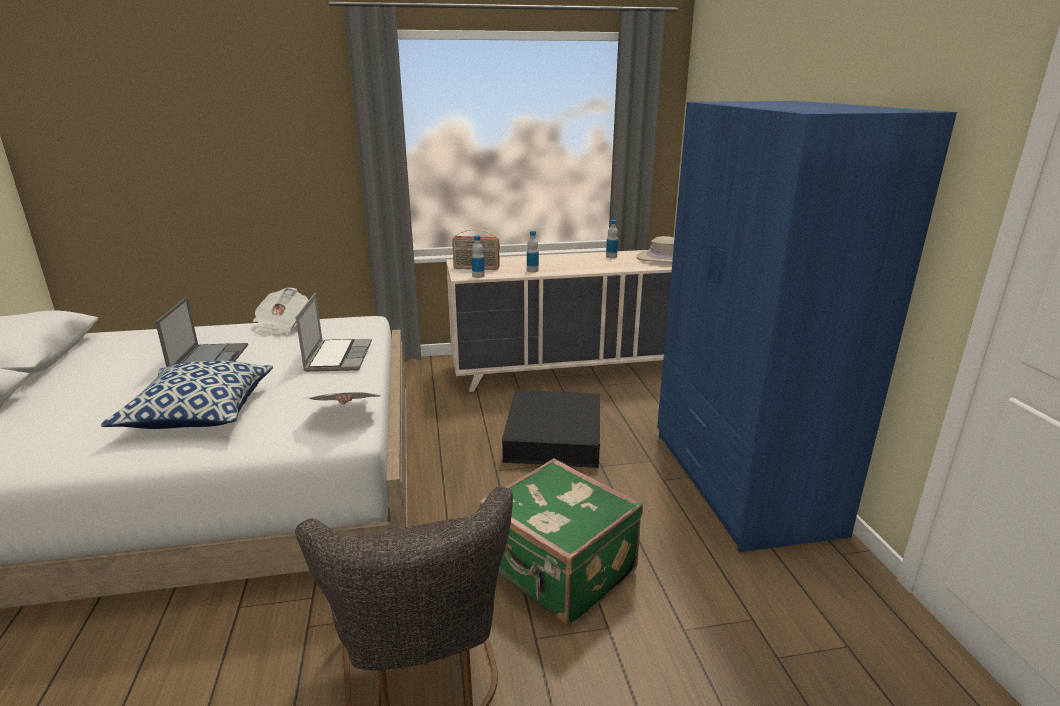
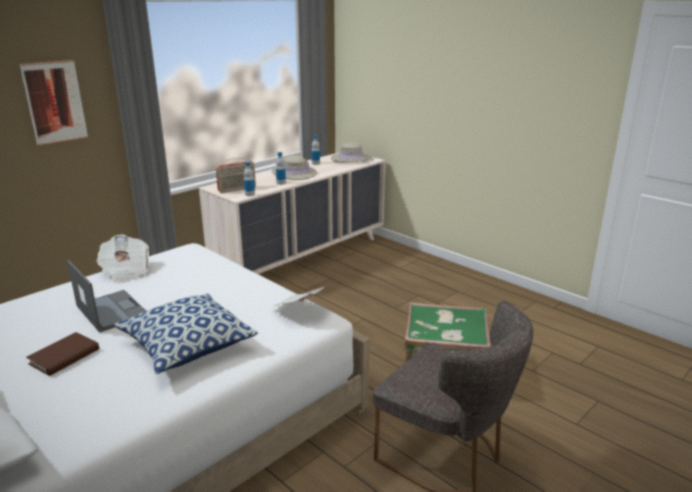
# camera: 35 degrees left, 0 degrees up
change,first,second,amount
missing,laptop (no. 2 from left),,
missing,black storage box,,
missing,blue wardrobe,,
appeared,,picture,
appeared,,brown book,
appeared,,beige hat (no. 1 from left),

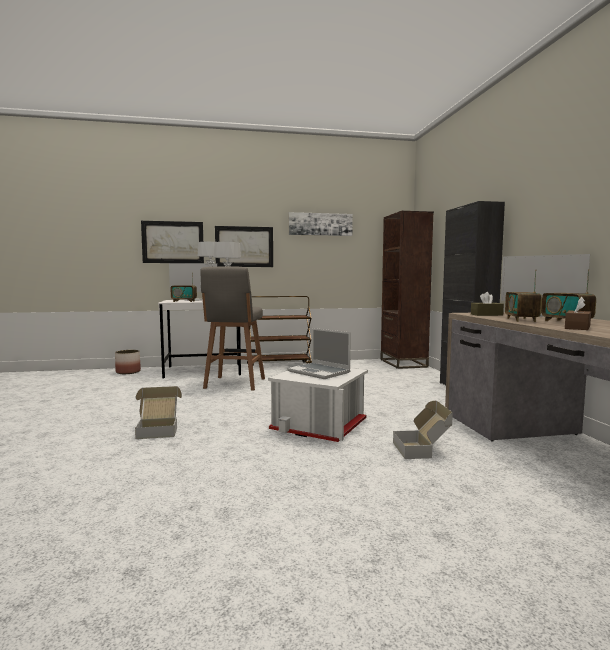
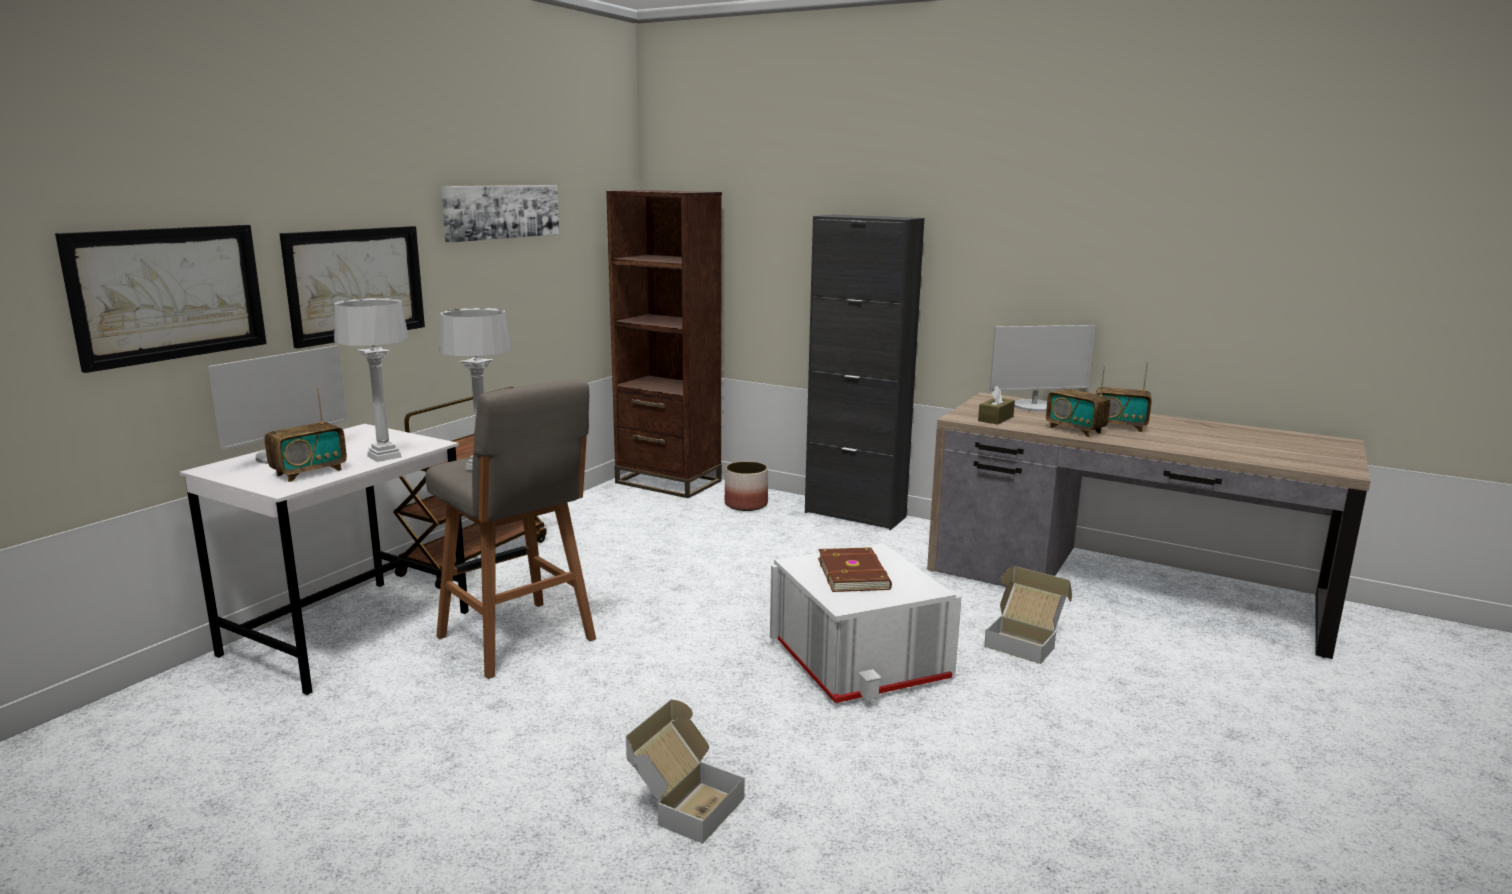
# camera: 50 degrees left, 10 degrees up
change,first,second,amount
relocated,planter,,
exchanged,laptop,brown book,
missing,brown tissue box (no. 2 from left),,

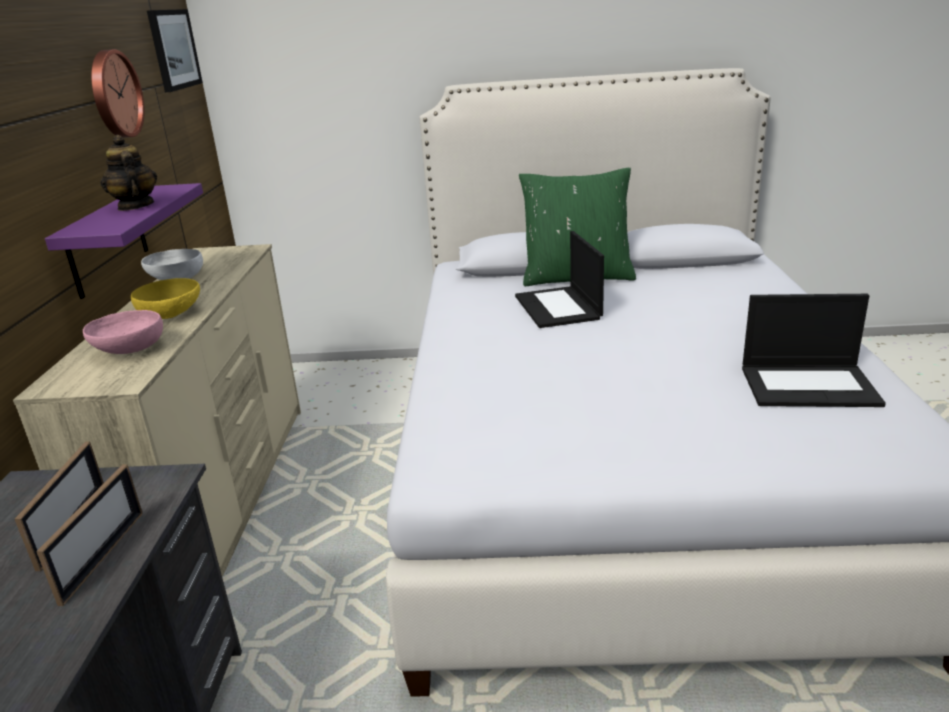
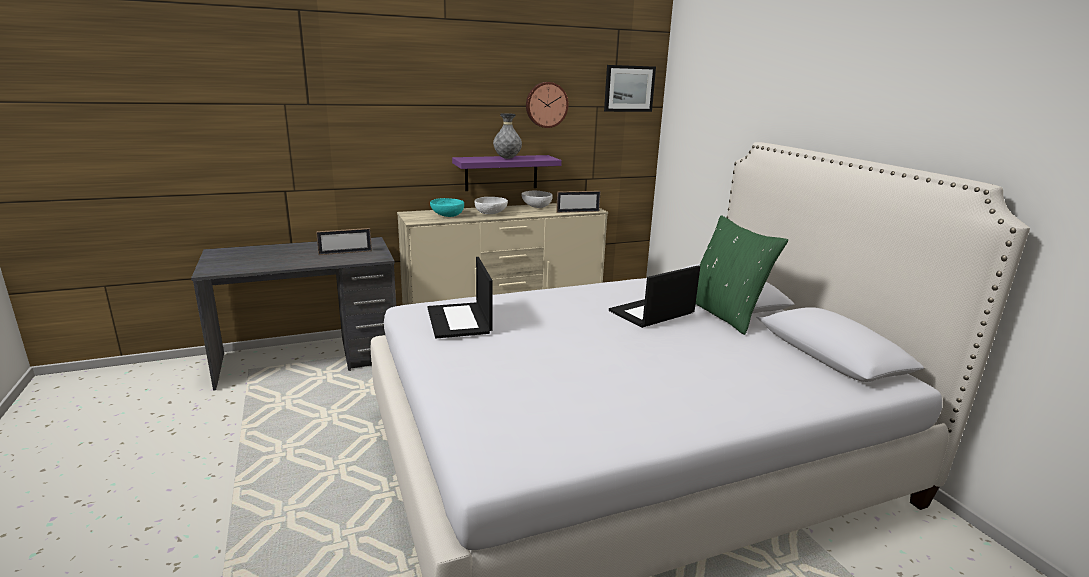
# camera: 65 degrees right, 5 degrees down
change,first,second,amount
relocated,picture frame (no. 2 from left),,
colour,pink bowl,turquoise bowl,
exchanged,teapot,grey vase,
colour,yellow bowl,white bowl (no. 1 from left),
relocated,laptop (no. 2 from left in the first image),laptop (no. 1 from left),

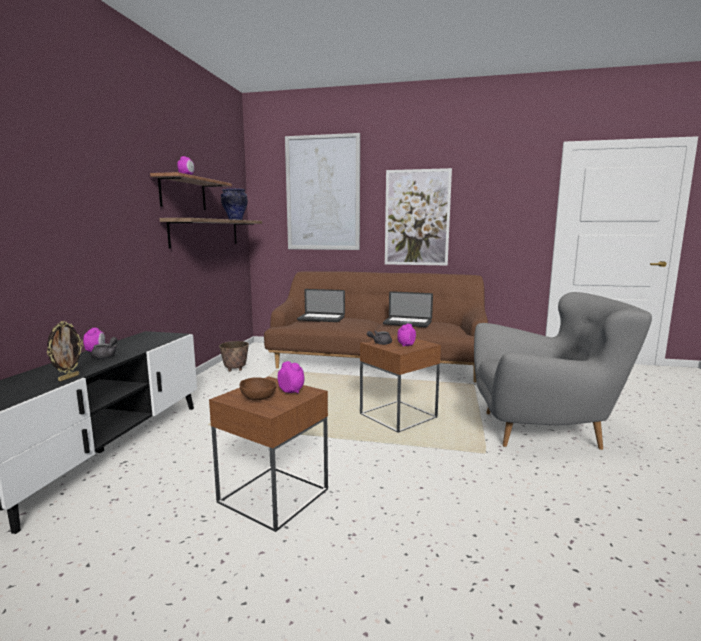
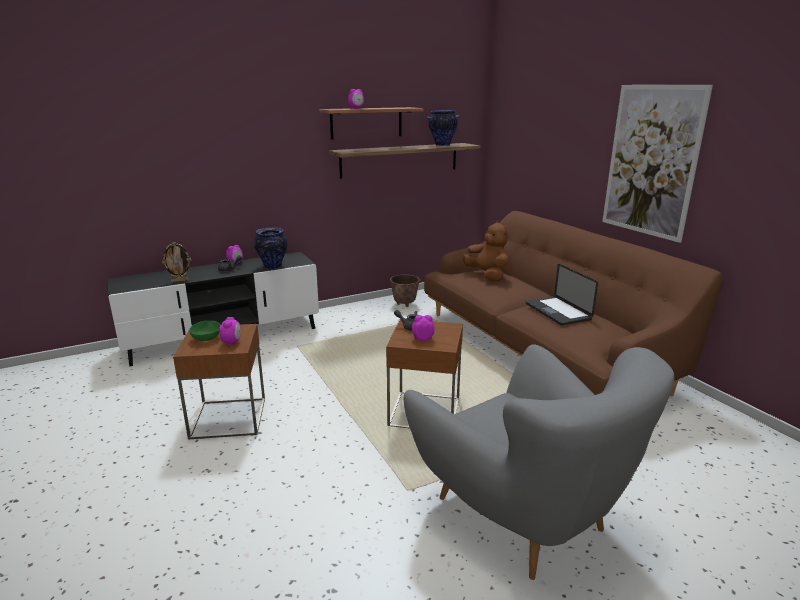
# camera: 50 degrees right, 10 degrees up
change,first,second,amount
colour,brown bowl,green bowl,
missing,picture (no. 1 from left),,
exchanged,laptop (no. 1 from left),brown plush toy,
appeared,,vase (no. 1 from left),

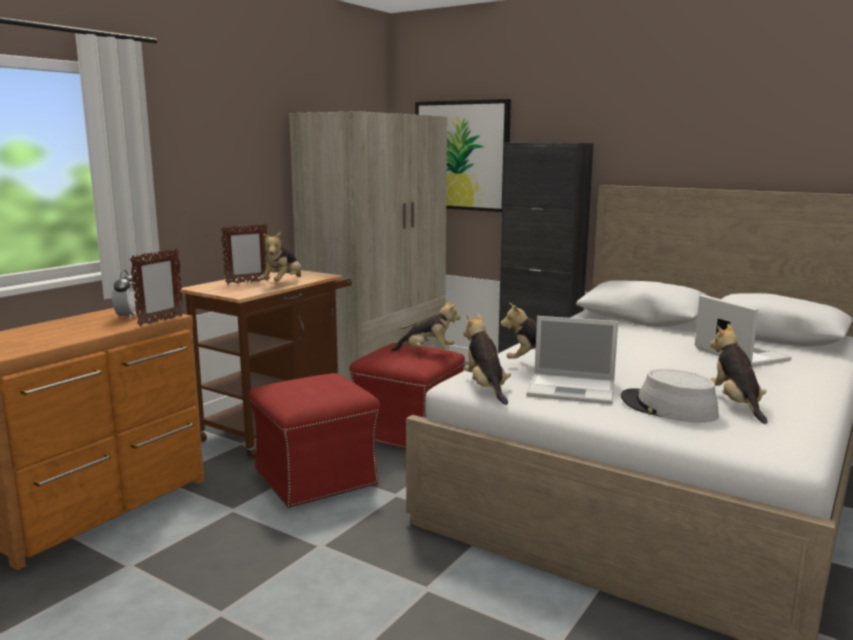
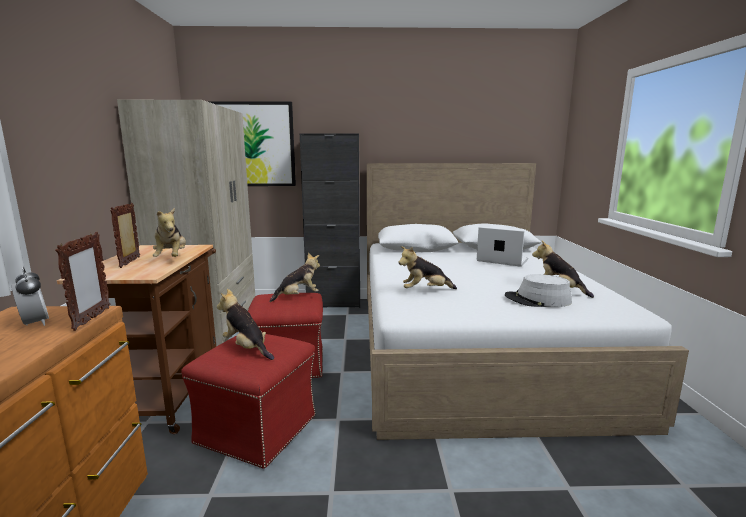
# camera: 35 degrees left, 0 degrees up
change,first,second,amount
spun,picture frame (no. 2 from left),,150 degrees clockwise
relocated,plush toy (no. 3 from left in the first image),plush toy (no. 2 from left),
missing,laptop (no. 1 from left),,

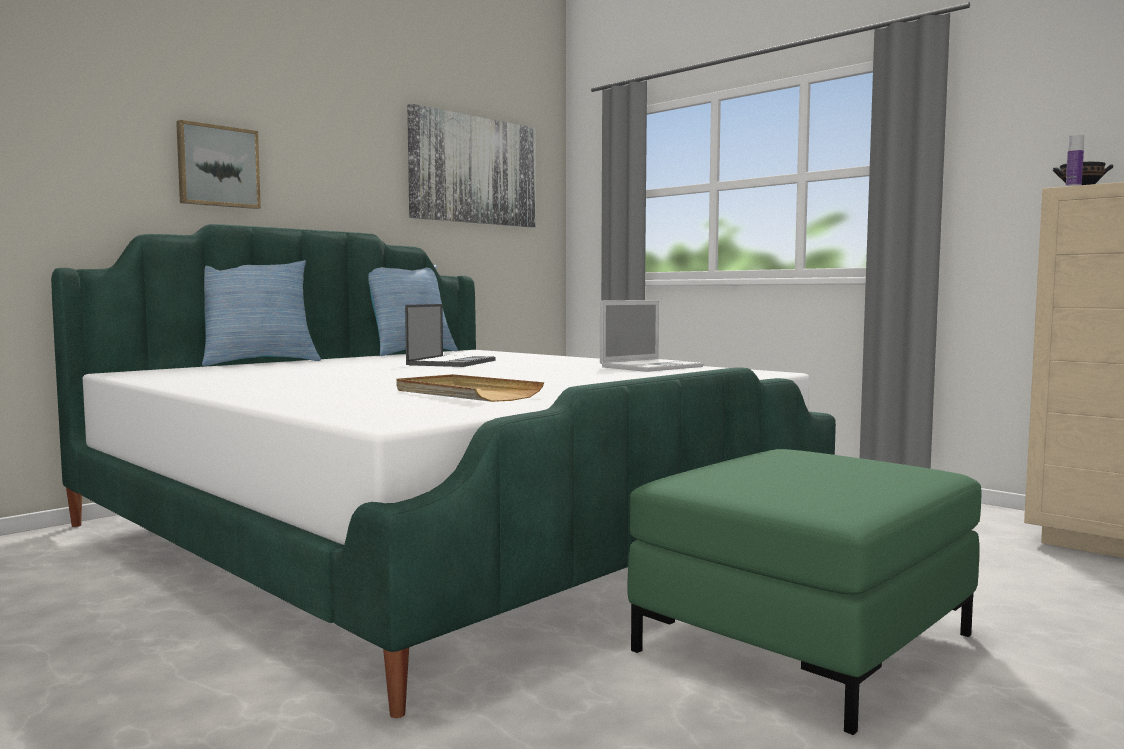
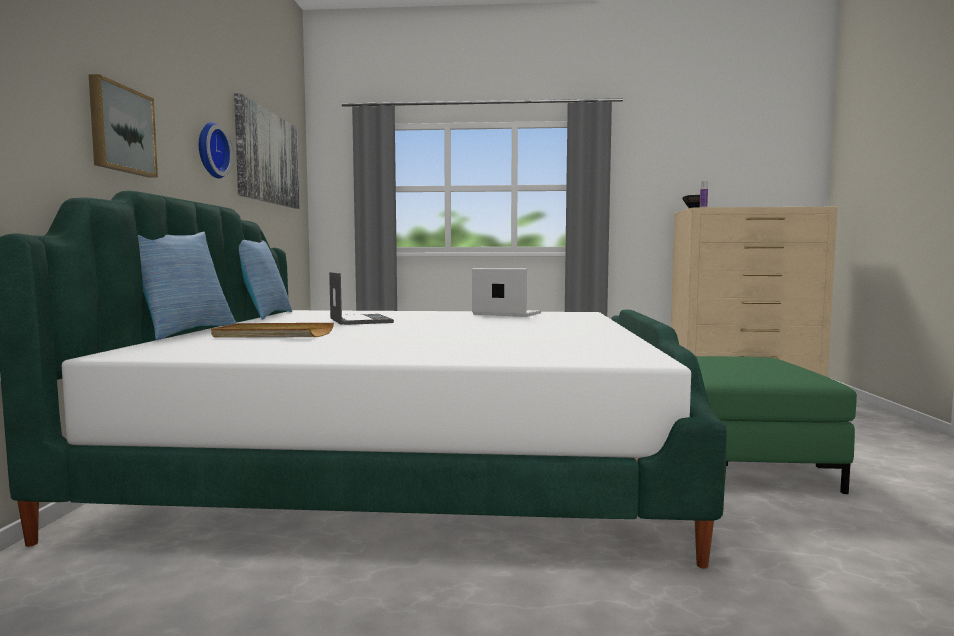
# camera: 40 degrees left, 0 degrees up
change,first,second,amount
relocated,beige tray,,
spun,laptop (no. 2 from left),,75 degrees counterclockwise
appeared,,wall clock,

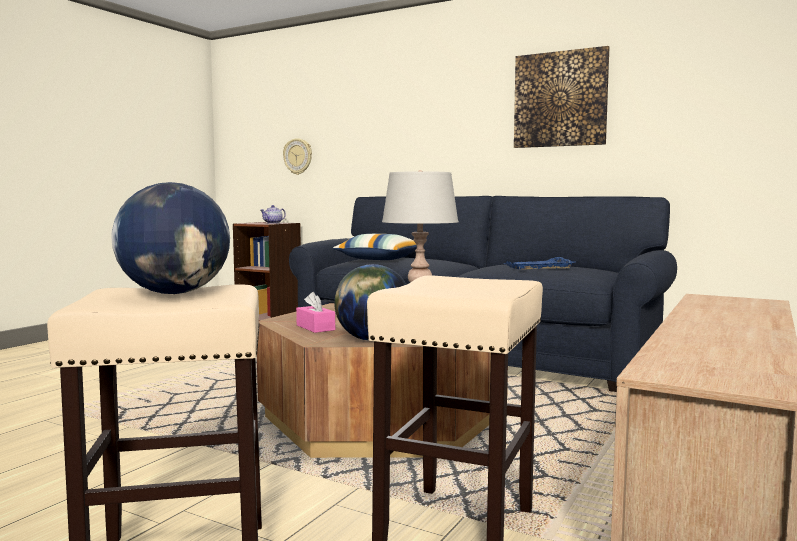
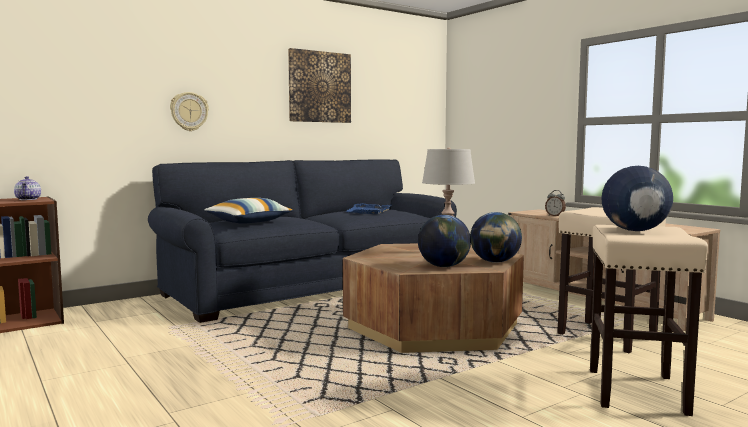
# camera: 65 degrees left, 0 degrees up
change,first,second,amount
relocated,wall clock,,
exchanged,pink tissue box,globe (no. 1 from left),
appeared,,alarm clock,

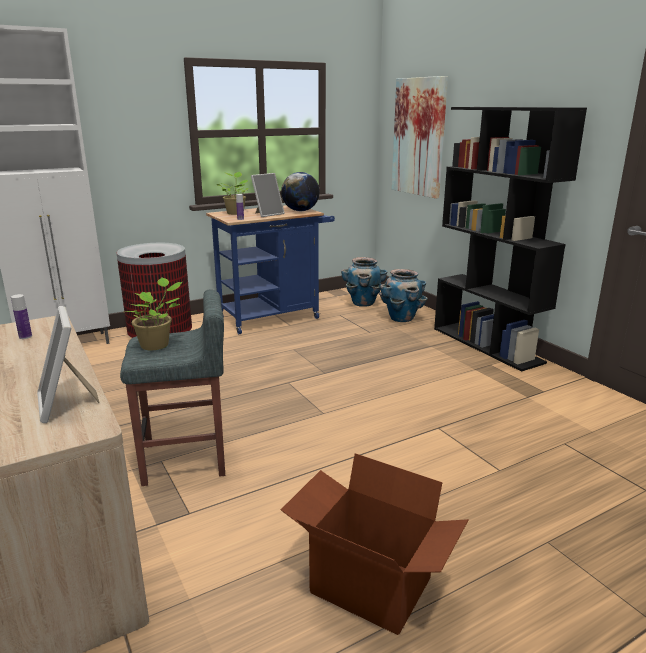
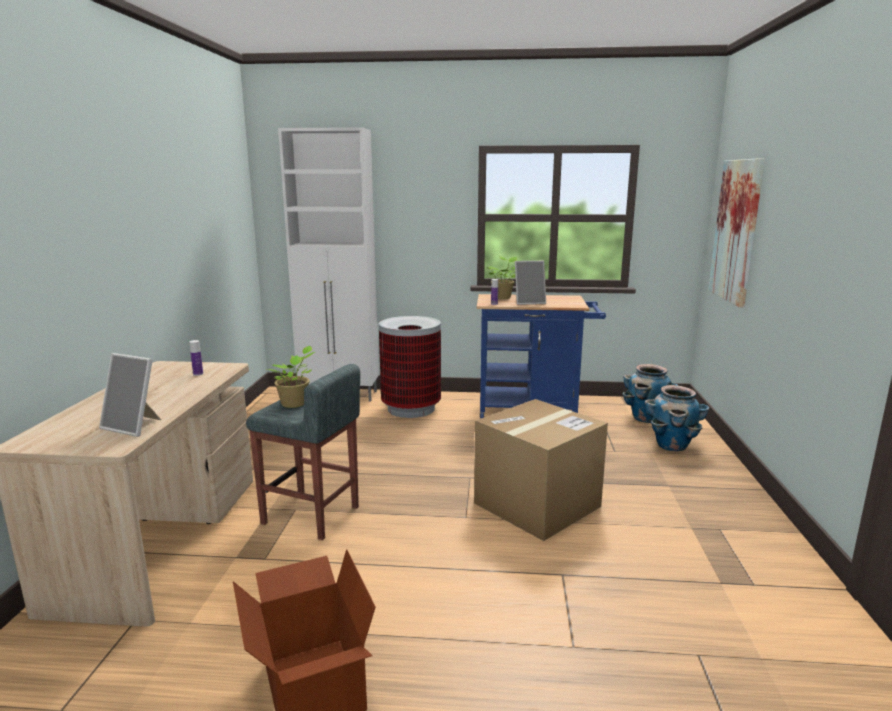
# camera: 35 degrees right, 5 degrees down
change,first,second,amount
spun,picture frame (no. 1 from left),,75 degrees counterclockwise
missing,globe,,
missing,black bookcase,,
appeared,,cardboard box (no. 2 from left),

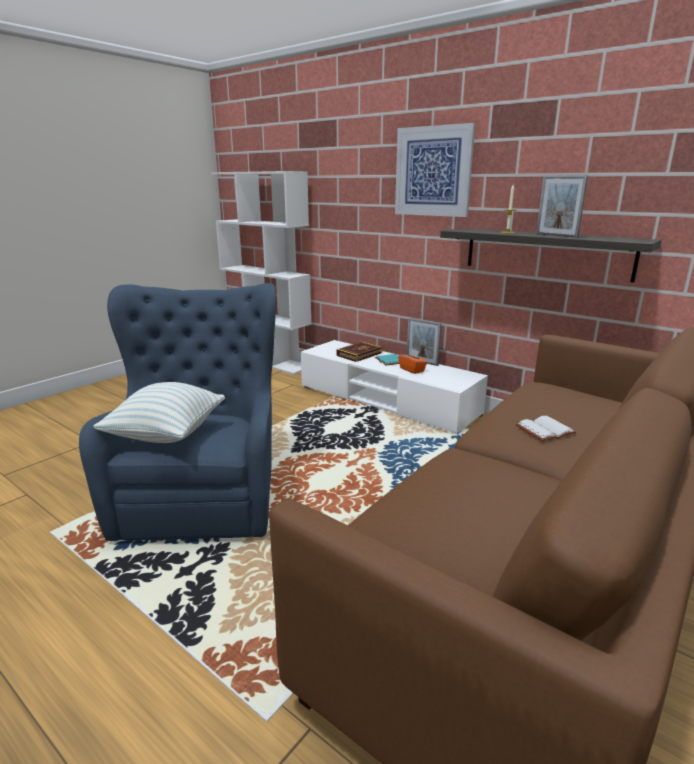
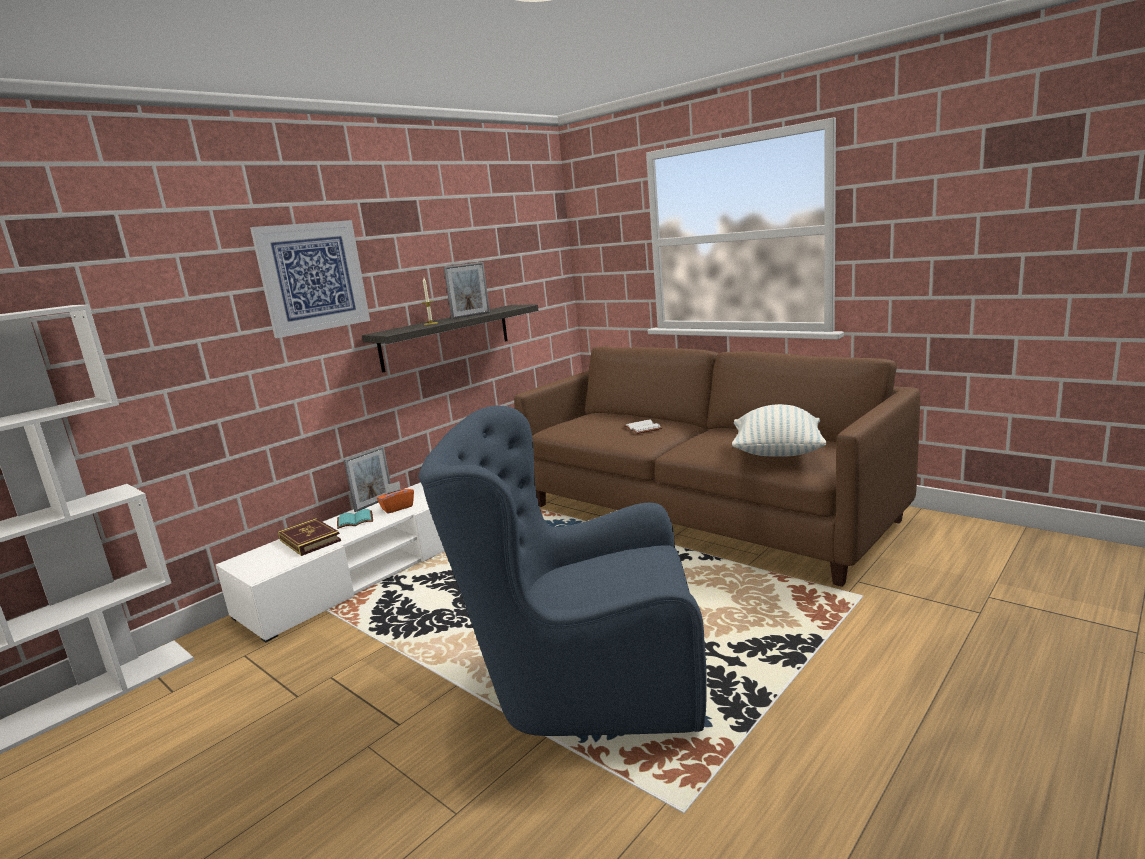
# camera: 85 degrees left, 5 degrees down
change,first,second,amount
relocated,pillow,,

